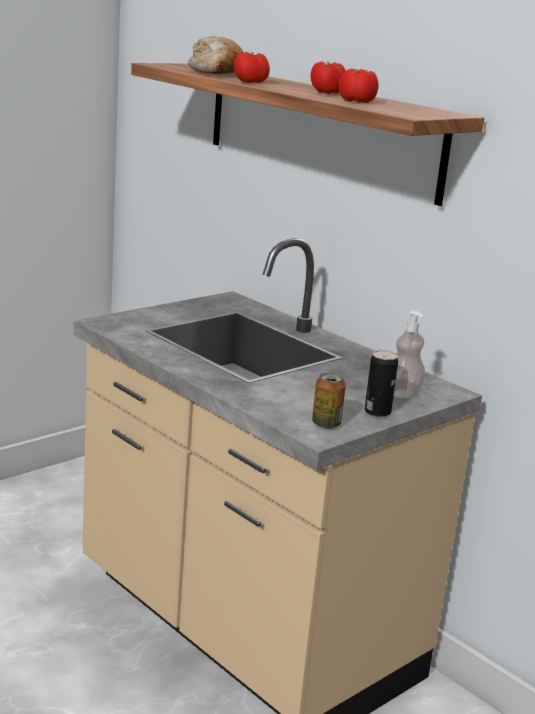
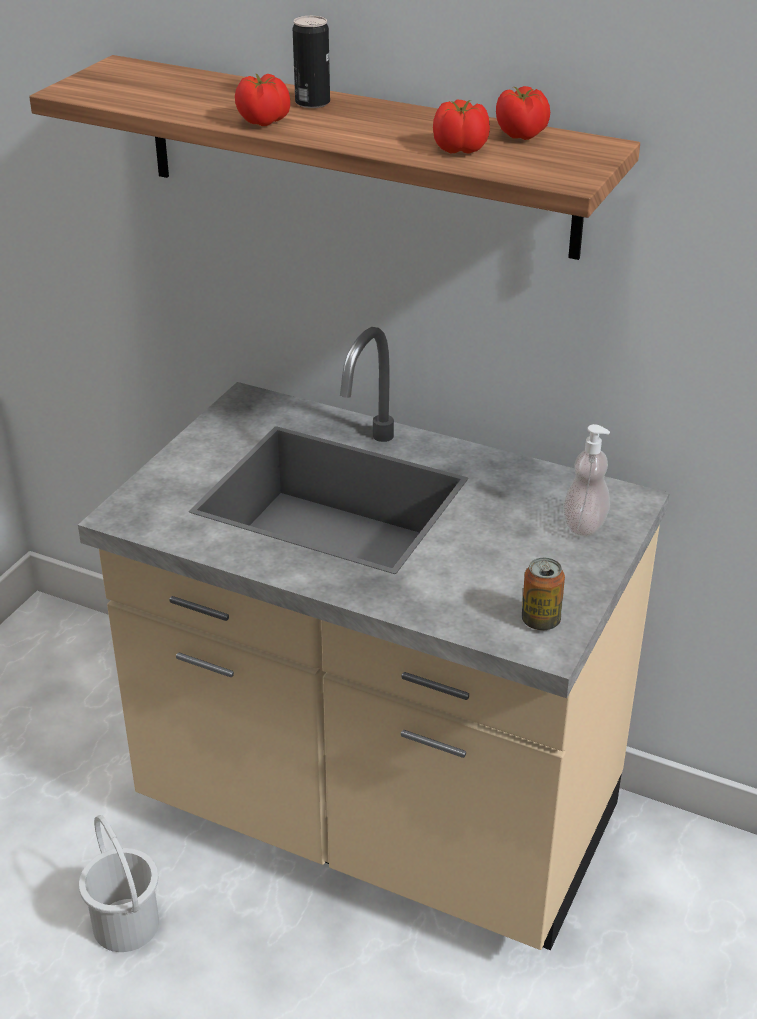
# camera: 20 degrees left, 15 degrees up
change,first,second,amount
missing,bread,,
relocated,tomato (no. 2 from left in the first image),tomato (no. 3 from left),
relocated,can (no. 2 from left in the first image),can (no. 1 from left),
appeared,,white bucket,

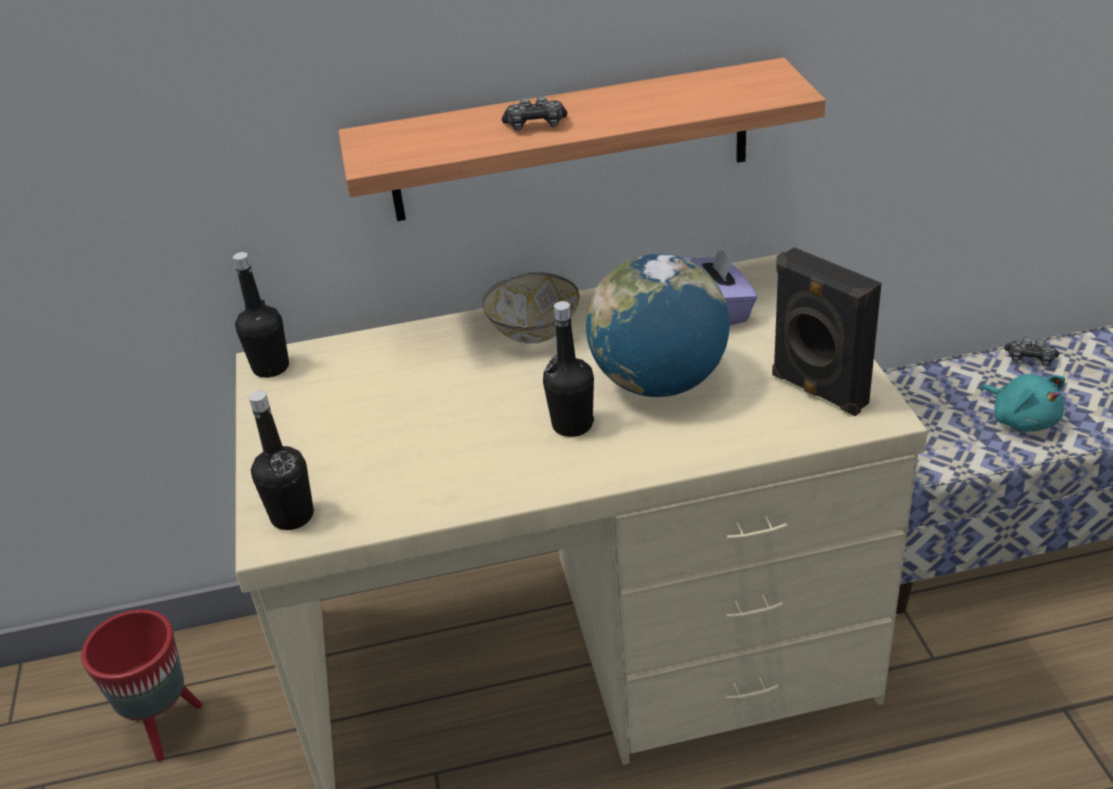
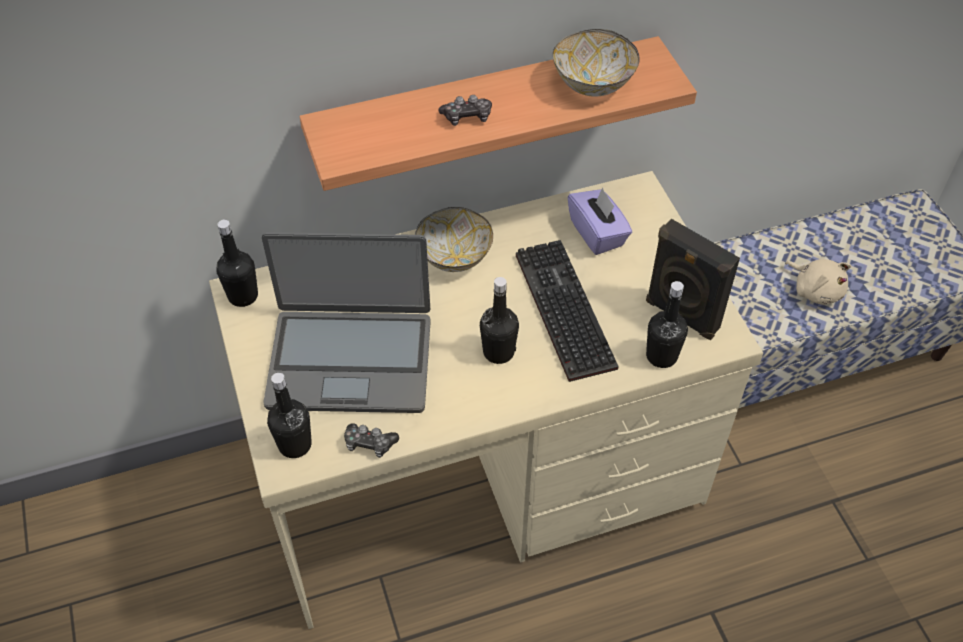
# camera: 10 degrees left, 15 degrees up
change,first,second,amount
missing,red planter,,
exchanged,globe,keyboard,
colour,turquoise plush toy,beige plush toy,
relocated,game controller (no. 2 from left in the first image),game controller (no. 1 from left),
appeared,,laptop,
appeared,,bowl (no. 2 from left),
appeared,,black bottle (no. 4 from left),

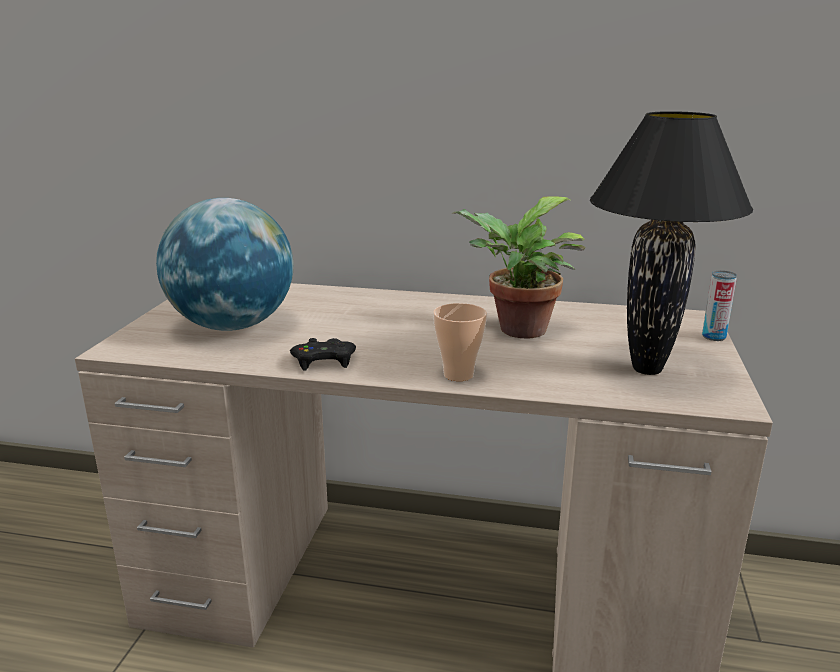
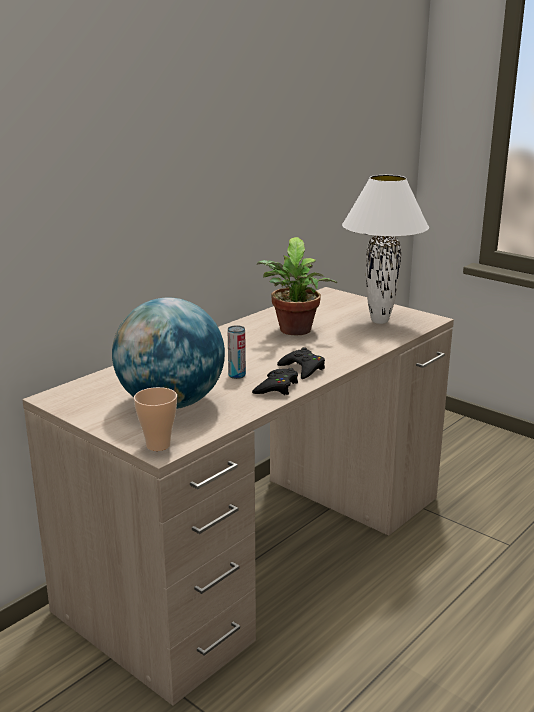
# camera: 60 degrees left, 0 degrees up
change,first,second,amount
relocated,cup,,
colour,black table lamp,white table lamp,
relocated,can,,
appeared,,black game controller (no. 2 from left),

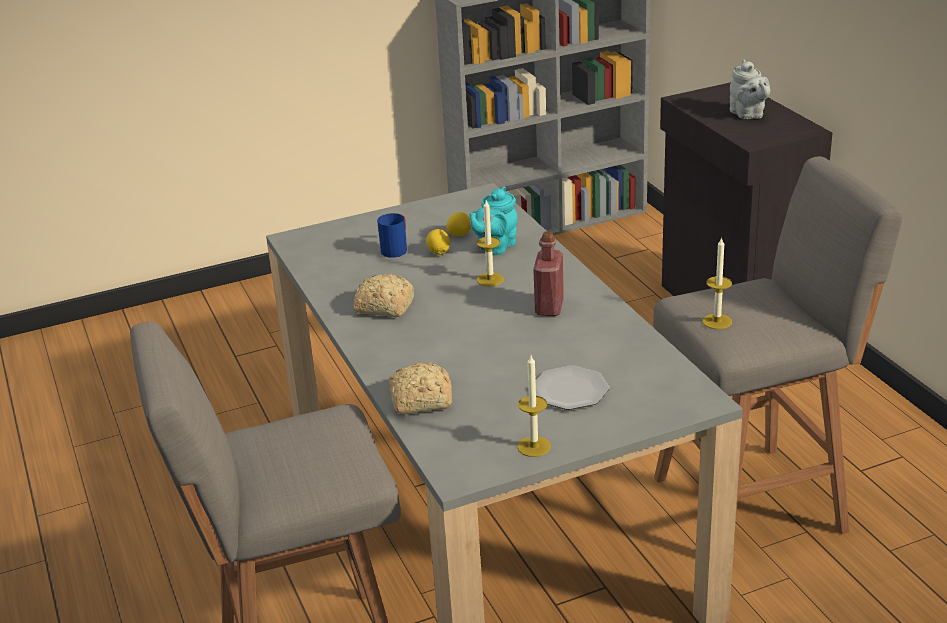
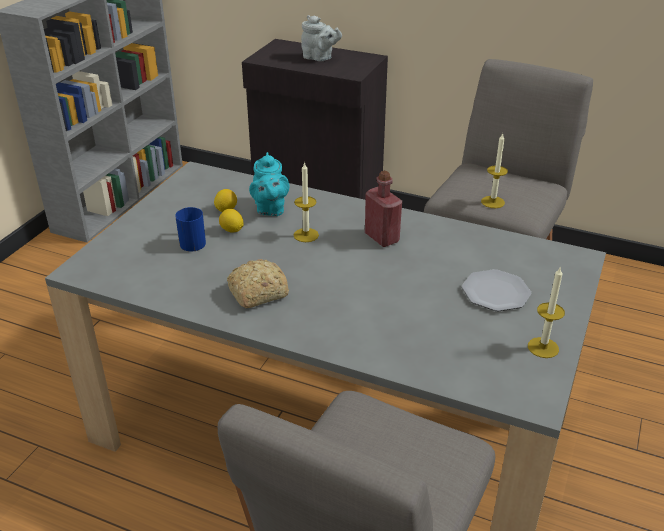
# camera: 45 degrees left, 5 degrees up
change,first,second,amount
missing,bread (no. 2 from left),,

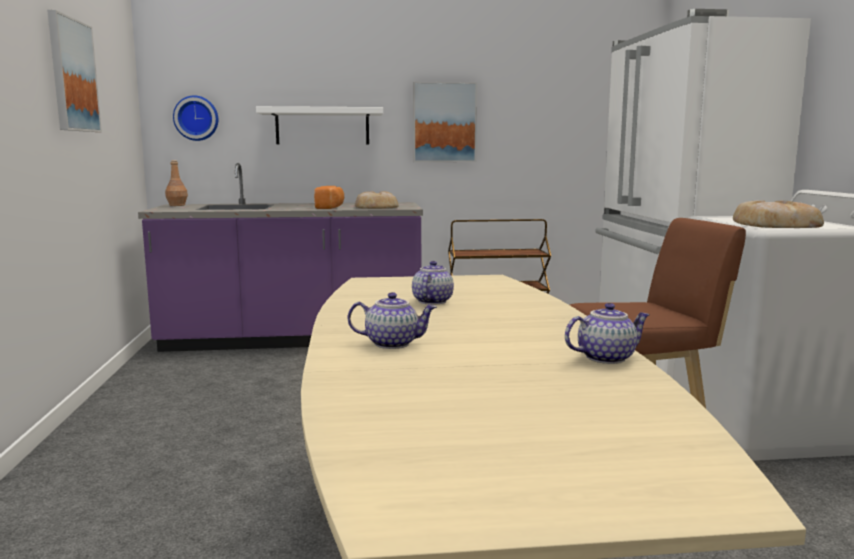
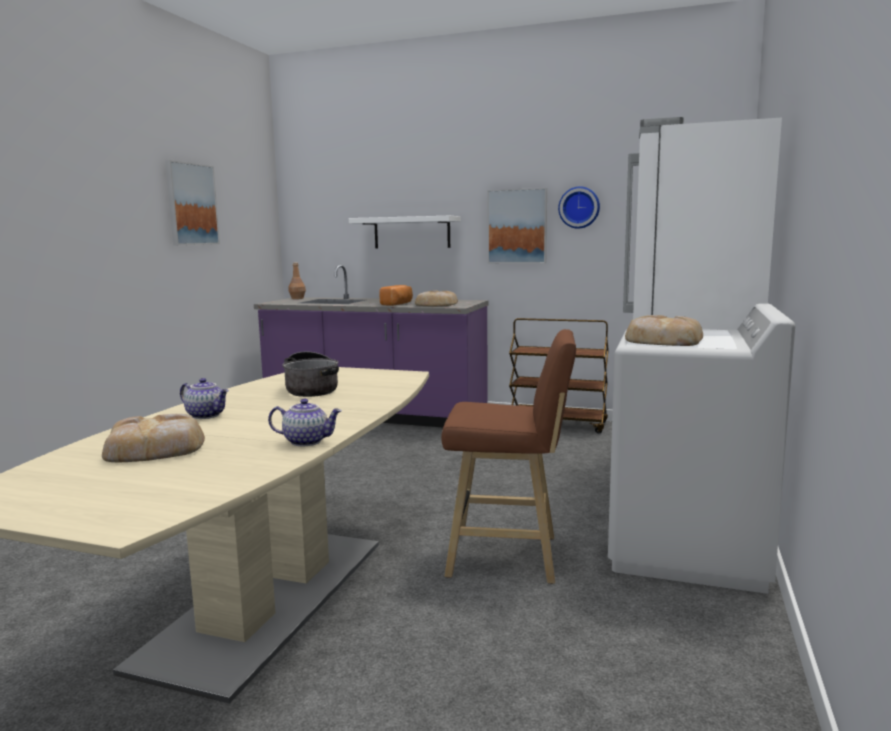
# camera: 25 degrees right, 0 degrees up
change,first,second,amount
relocated,wall clock,,
exchanged,teapot (no. 2 from left),cooking pot,
appeared,,bread (no. 1 from left),

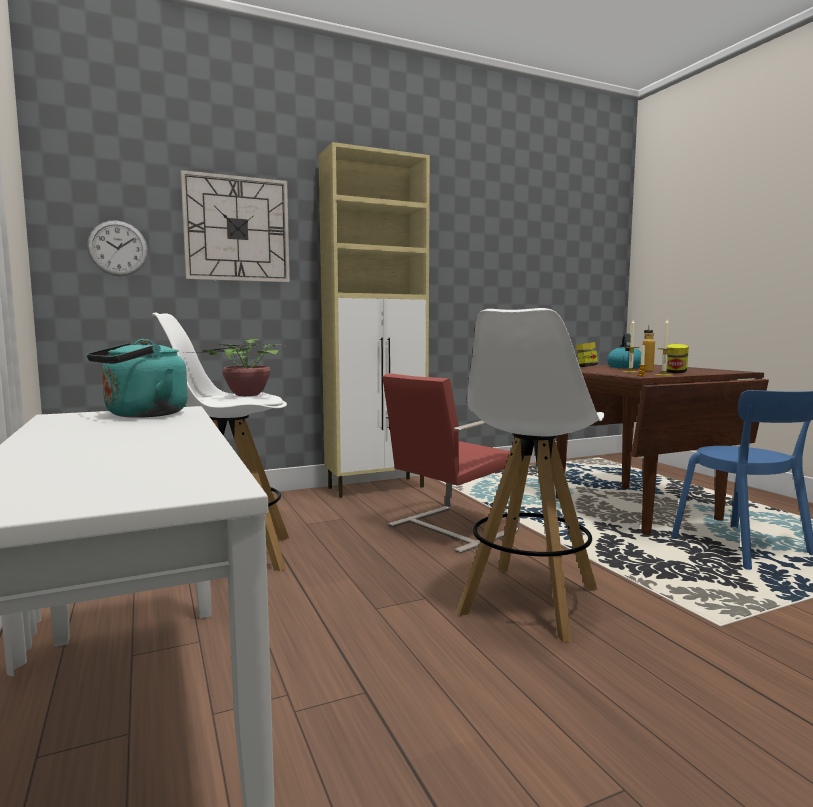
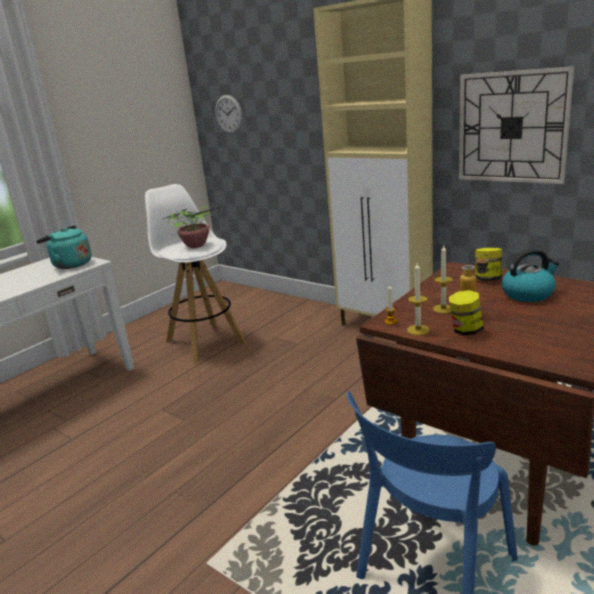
# camera: 65 degrees right, 15 degrees up
change,first,second,amount
relocated,wall clock (no. 2 from left),,
missing,red chair,,
missing,white stool (no. 2 from left),,

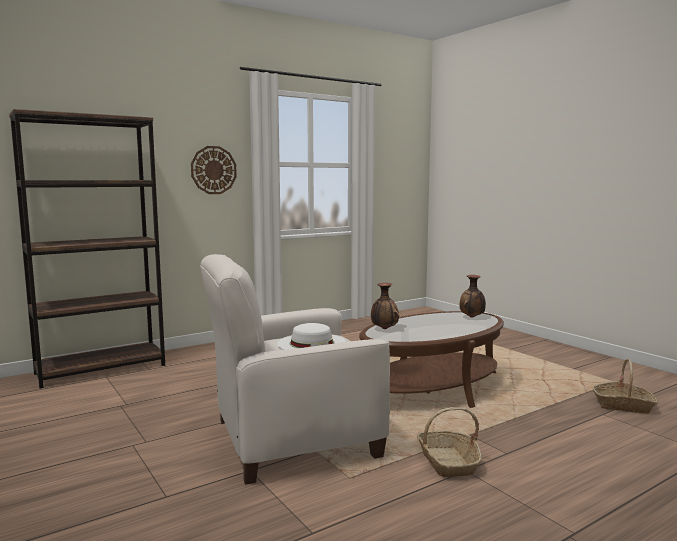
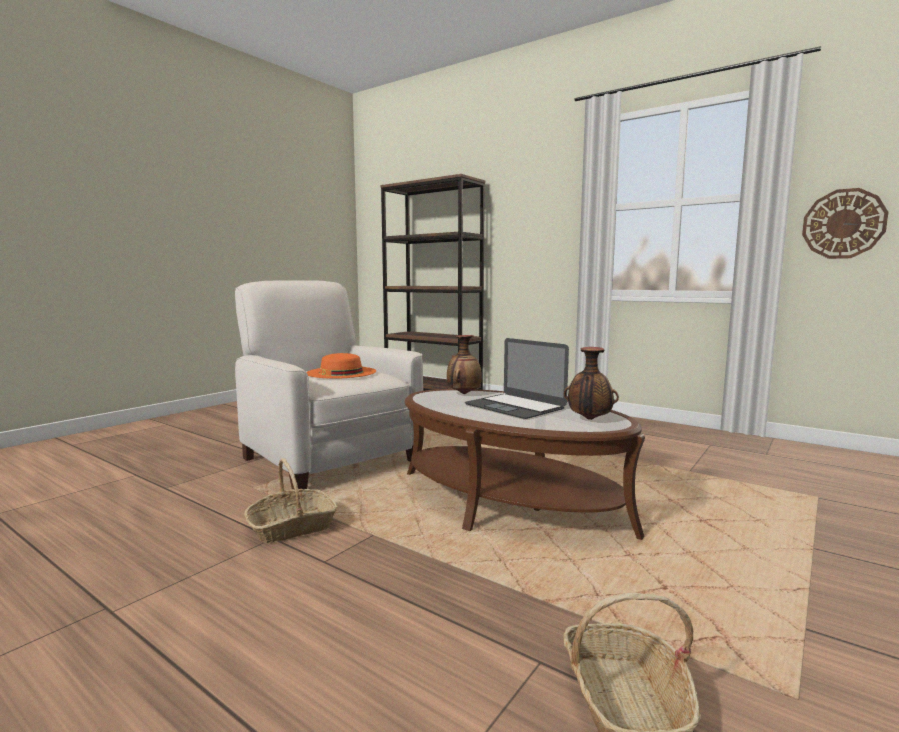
# camera: 70 degrees right, 0 degrees up
change,first,second,amount
relocated,wall clock,,
colour,white hat,orange hat,
appeared,,laptop,

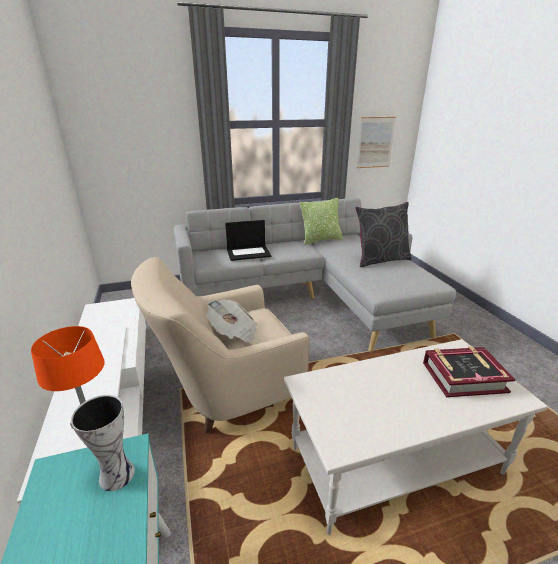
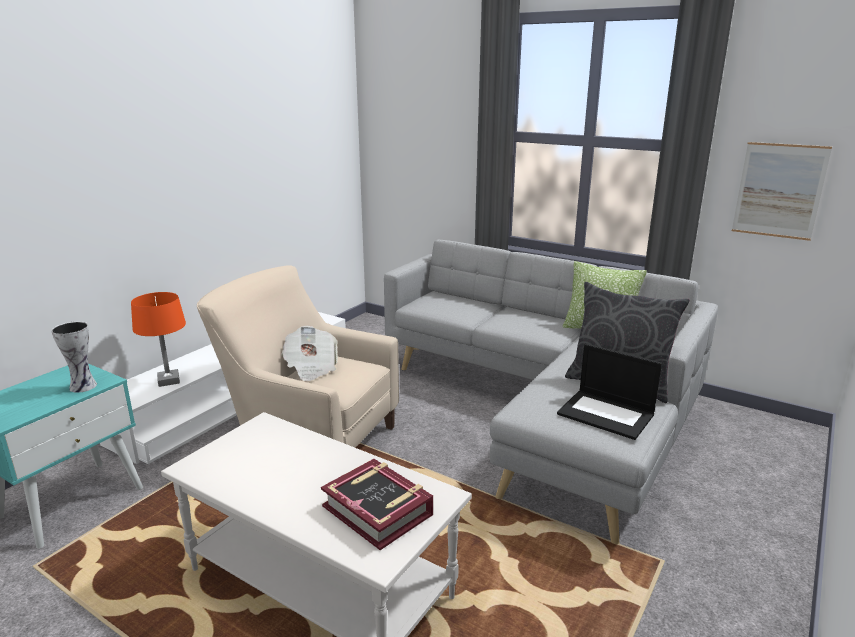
# camera: 50 degrees right, 5 degrees down
change,first,second,amount
relocated,laptop,,

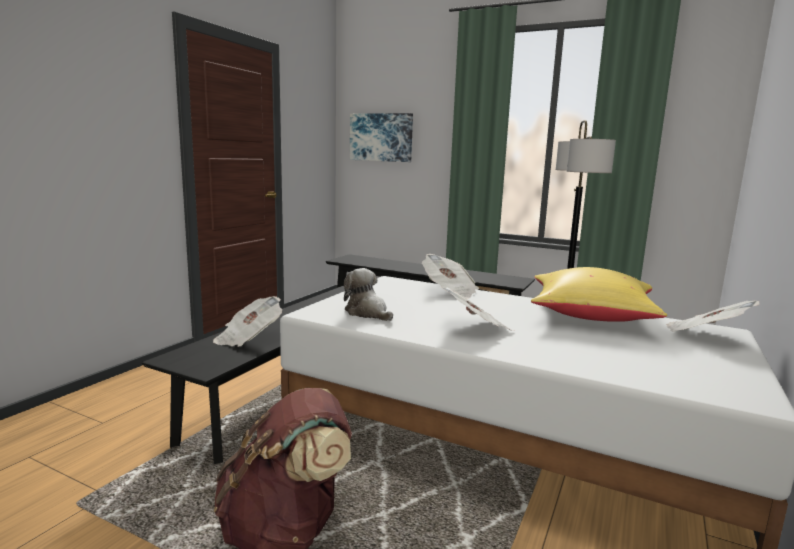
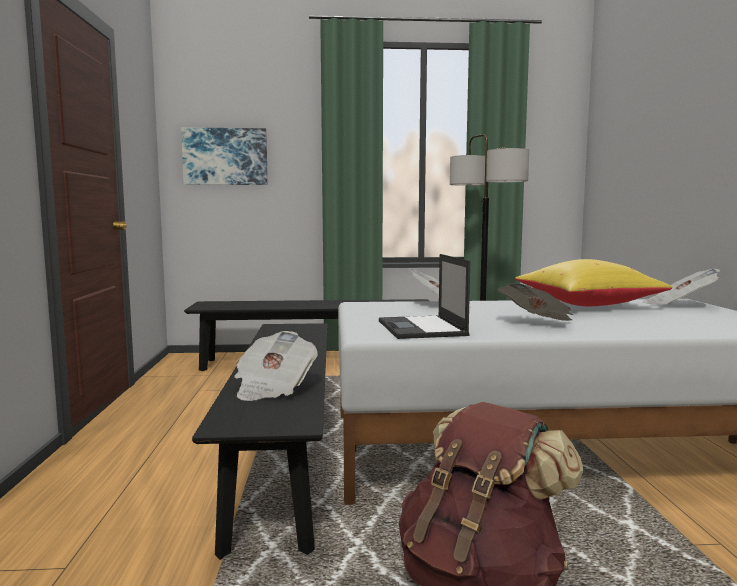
# camera: 30 degrees left, 5 degrees down
change,first,second,amount
exchanged,plush toy,laptop,

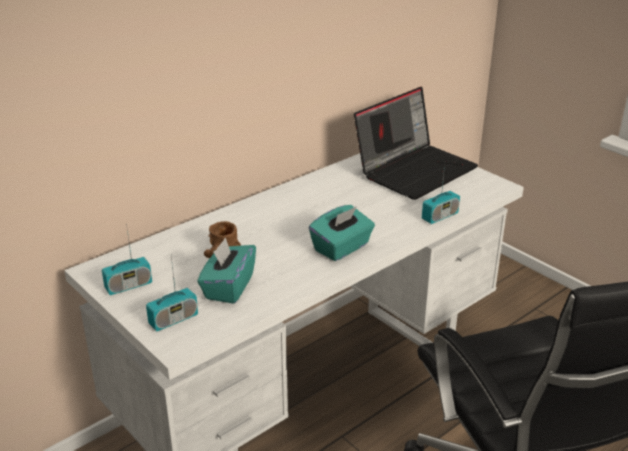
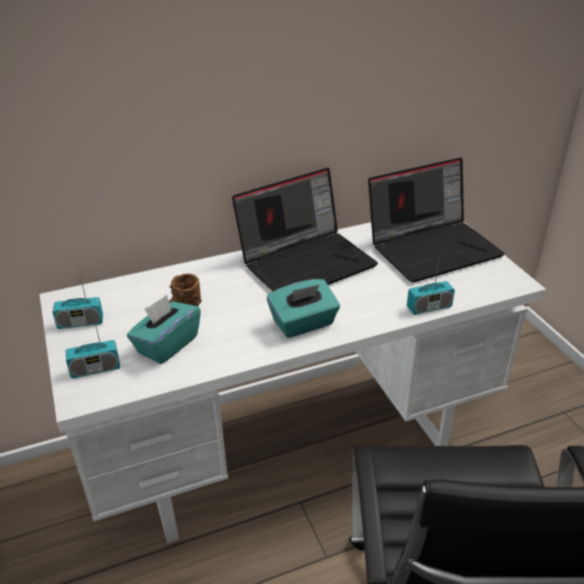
# camera: 20 degrees right, 5 degrees up
change,first,second,amount
appeared,,laptop (no. 1 from left),

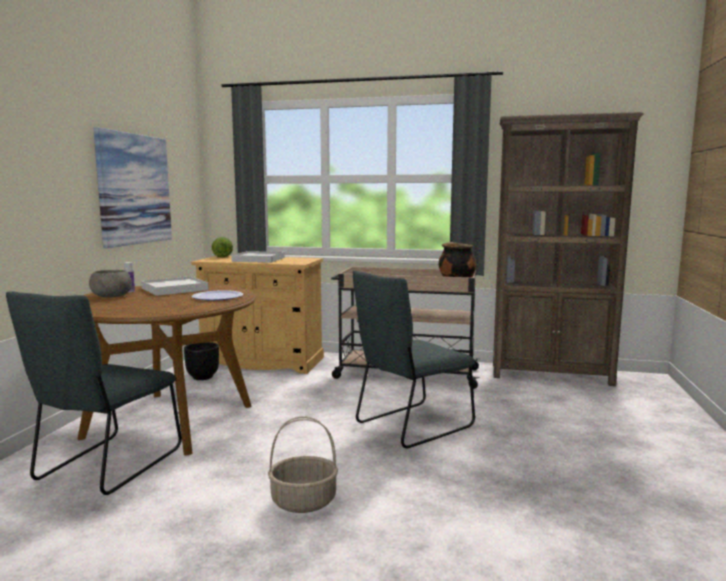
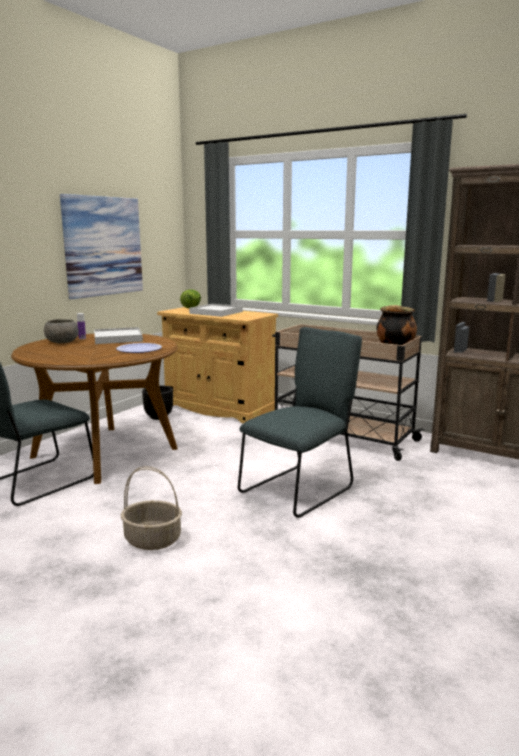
# camera: 20 degrees right, 5 degrees up
change,first,second,amount
spun,grey chair (no. 2 from left),,150 degrees clockwise

